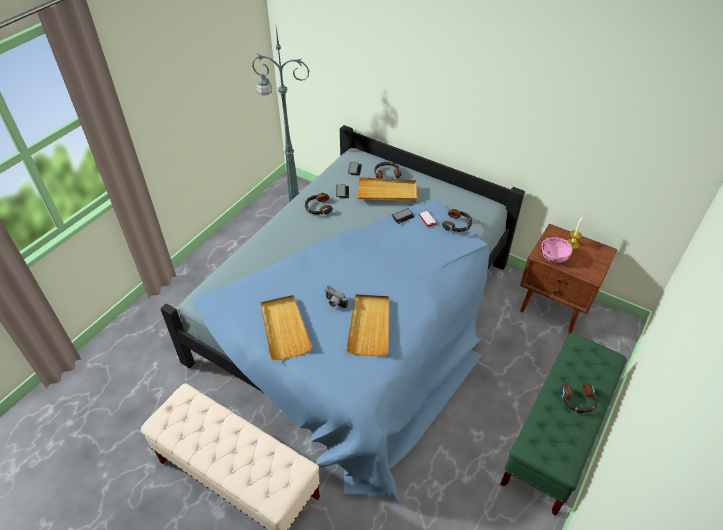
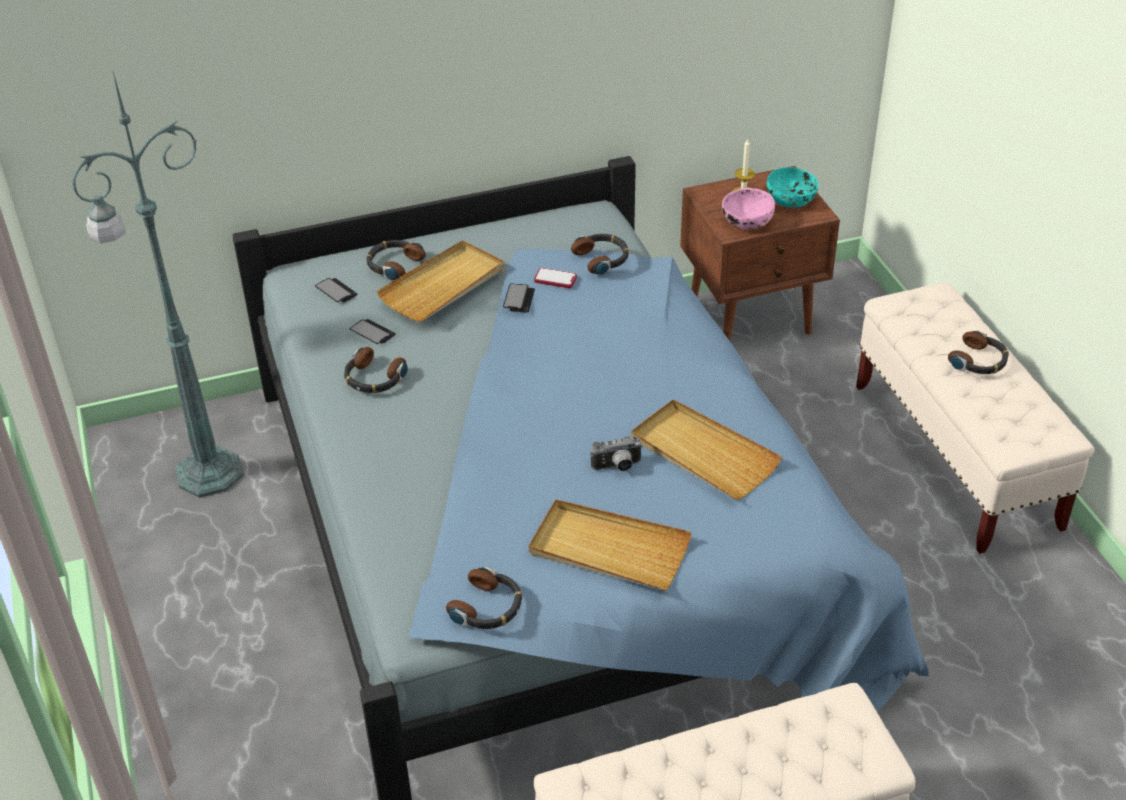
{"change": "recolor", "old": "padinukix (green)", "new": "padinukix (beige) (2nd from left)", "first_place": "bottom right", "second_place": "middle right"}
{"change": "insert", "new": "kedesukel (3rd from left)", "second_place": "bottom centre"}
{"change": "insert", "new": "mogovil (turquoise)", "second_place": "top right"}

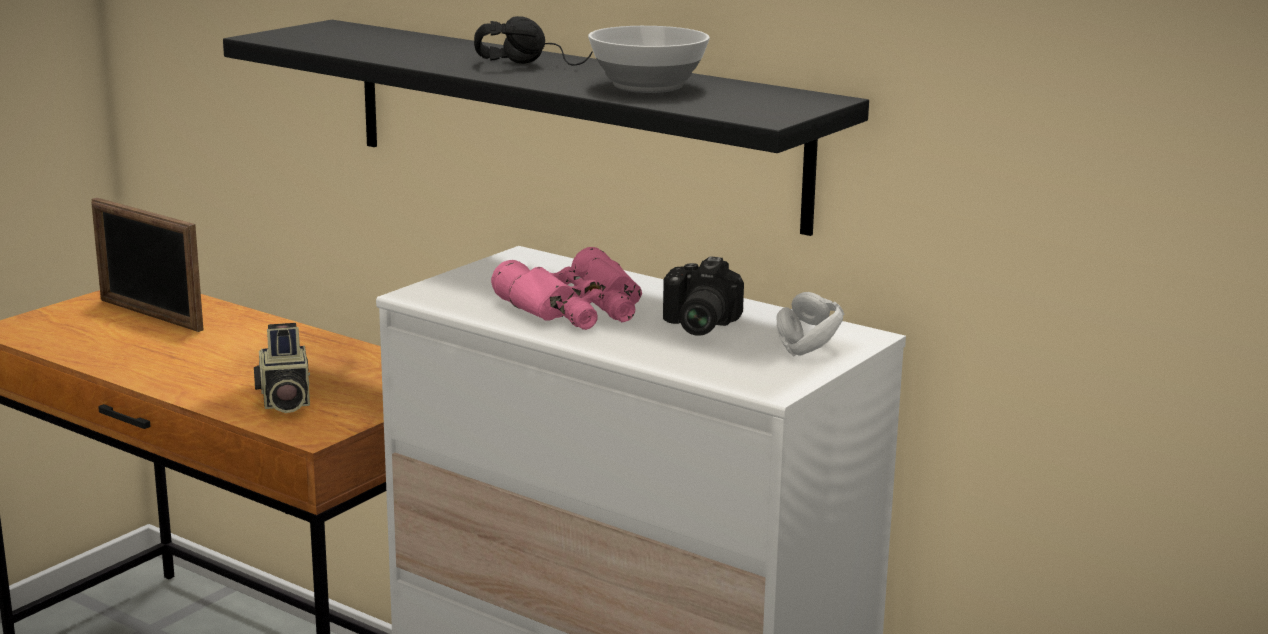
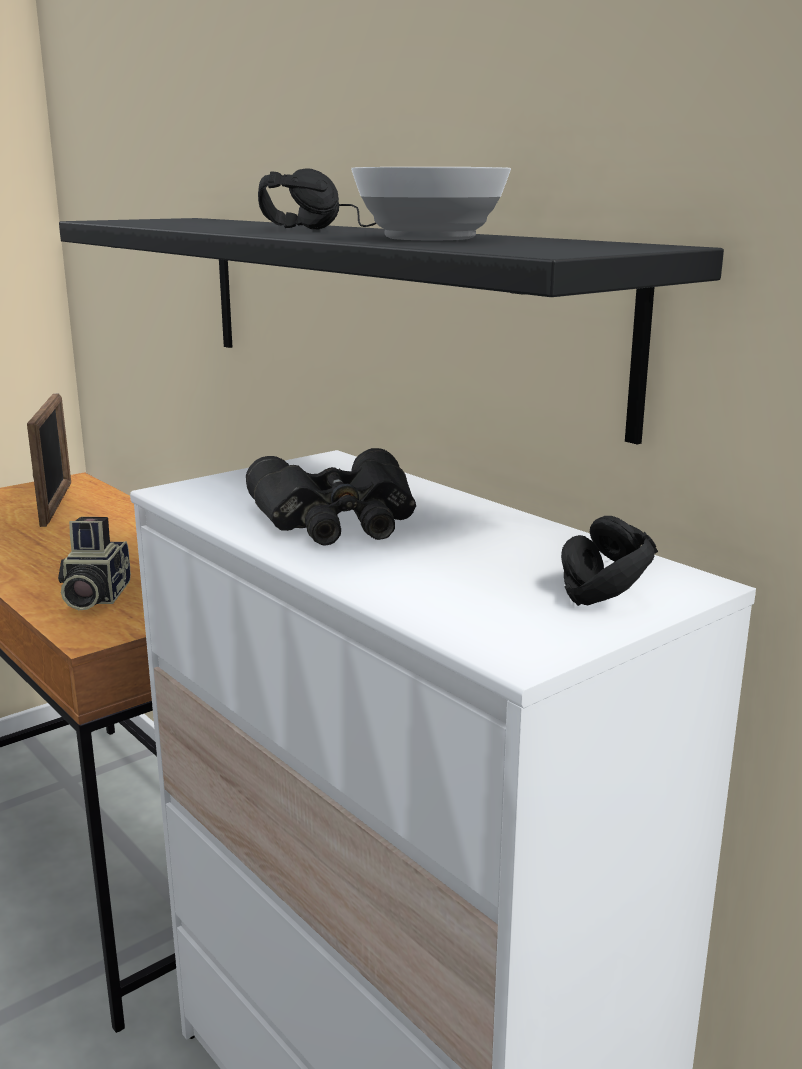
{"change": "rotate", "old": "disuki", "first_place": "middle left", "second_place": "middle left", "degrees": -150}
{"change": "recolor", "old": "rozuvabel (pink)", "new": "rozuvabel (black)", "first_place": "centre", "second_place": "centre"}
{"change": "delete", "old": "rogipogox (2nd from left)", "first_place": "centre"}
{"change": "recolor", "old": "kedesukel (white)", "new": "kedesukel (black) (2nd from left)", "first_place": "centre", "second_place": "middle right"}

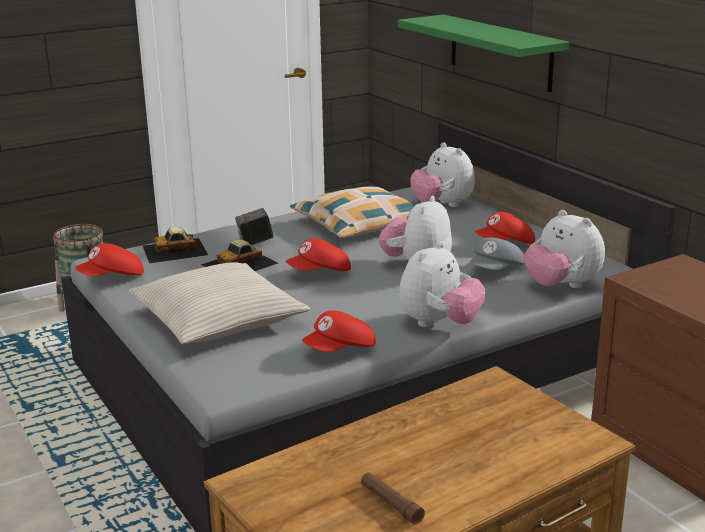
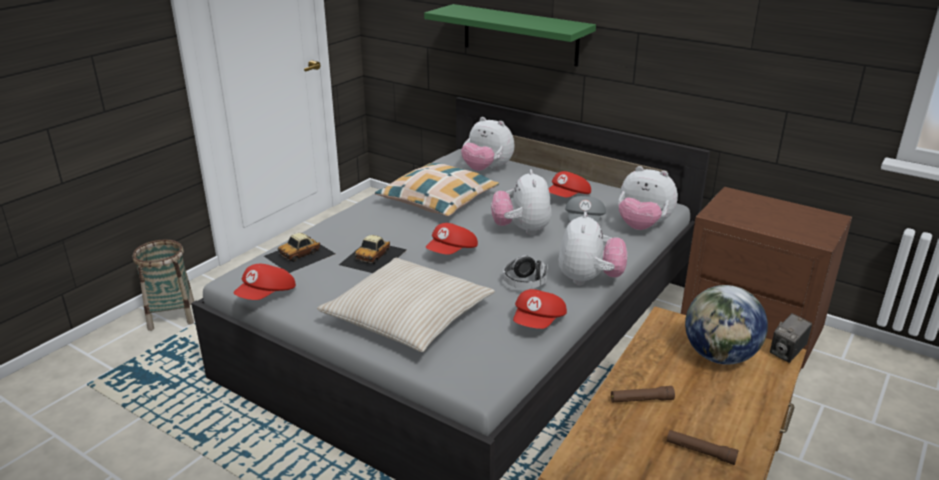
{"change": "move", "old": "rogipogox", "first_place": "centre", "second_place": "bottom right"}
{"change": "insert", "new": "kedesukel", "second_place": "centre"}
{"change": "insert", "new": "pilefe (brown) (1st from left)", "second_place": "bottom right"}
{"change": "insert", "new": "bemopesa", "second_place": "bottom right"}

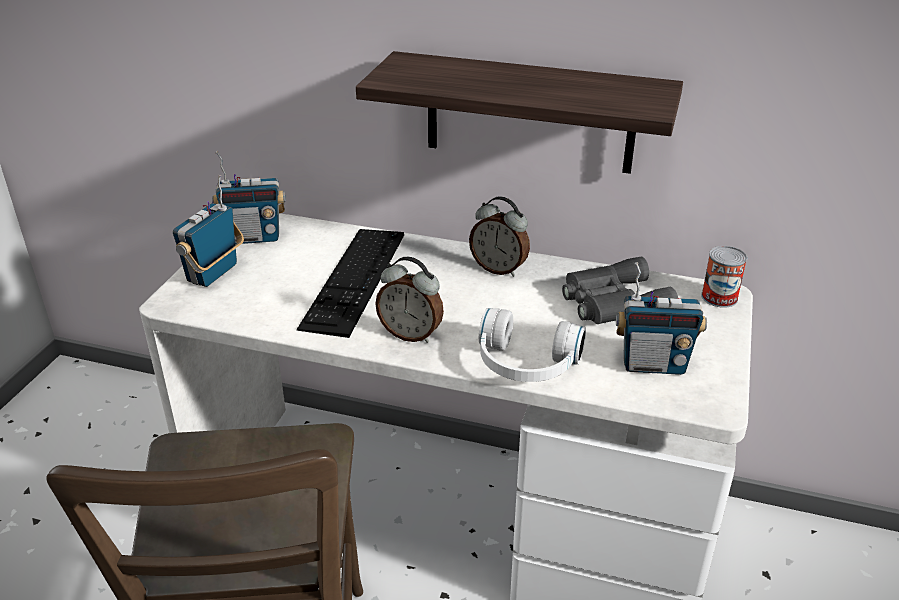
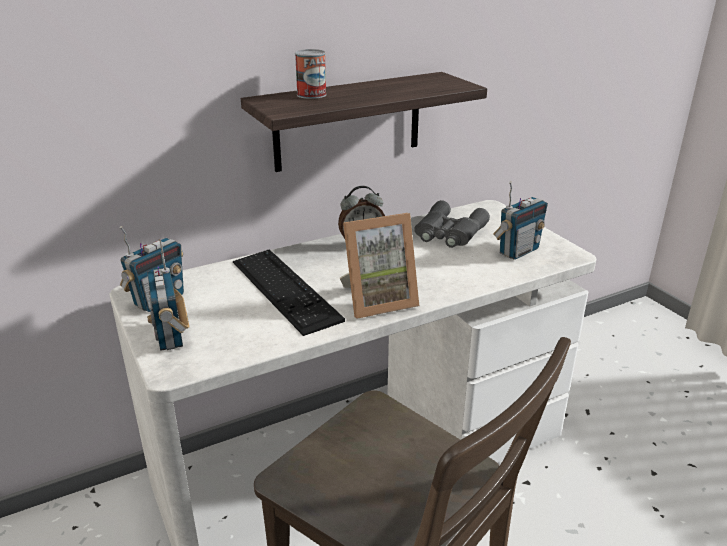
{"change": "replace", "old": "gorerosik (1st from left)", "new": "disuki", "first_place": "centre", "second_place": "centre"}
{"change": "delete", "old": "kedesukel (white)", "first_place": "centre"}
{"change": "move", "old": "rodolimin", "first_place": "middle right", "second_place": "top centre"}

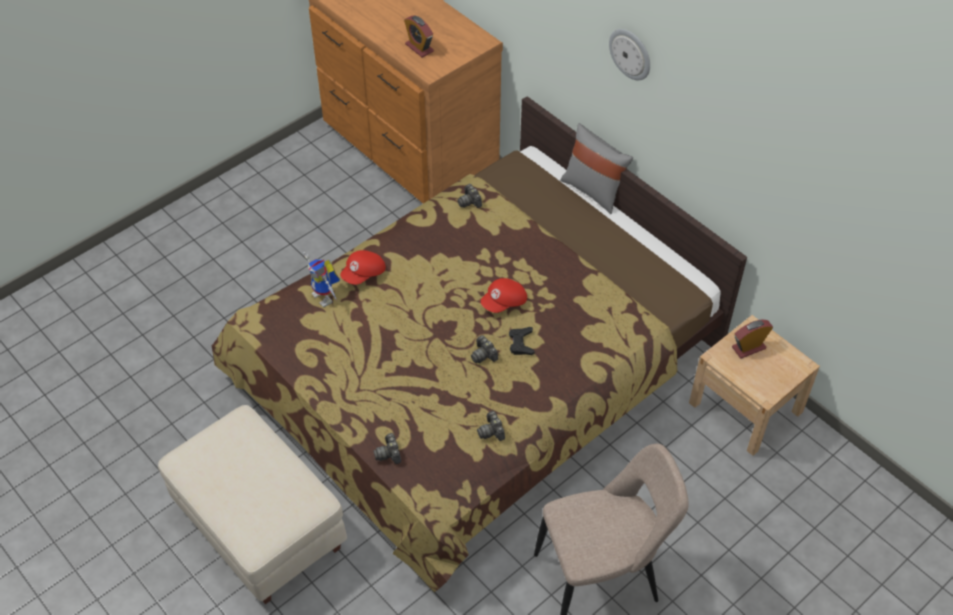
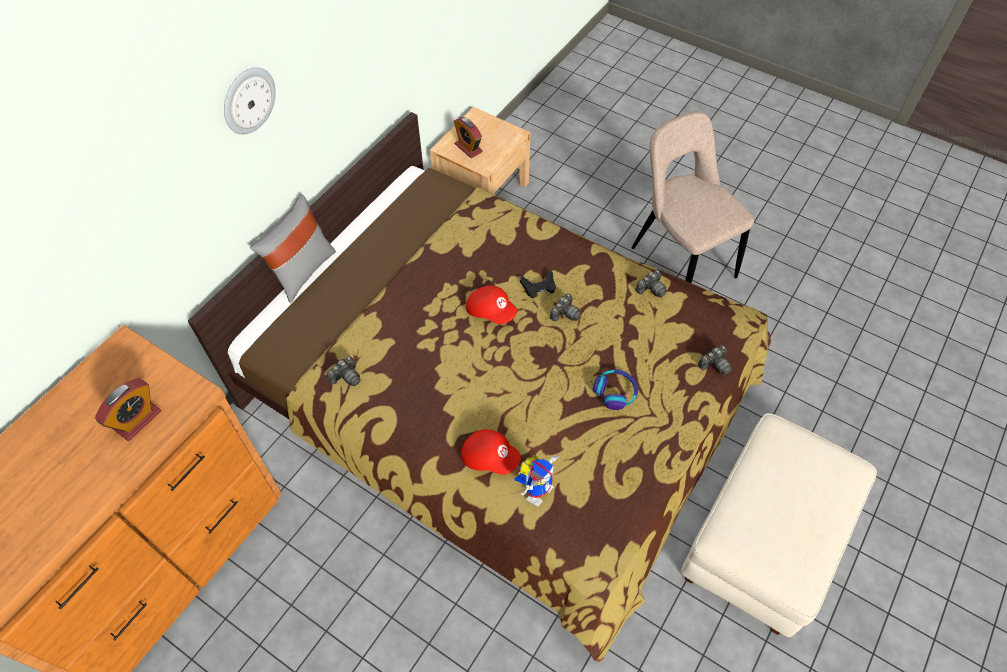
{"change": "insert", "new": "kedesukel", "second_place": "centre"}

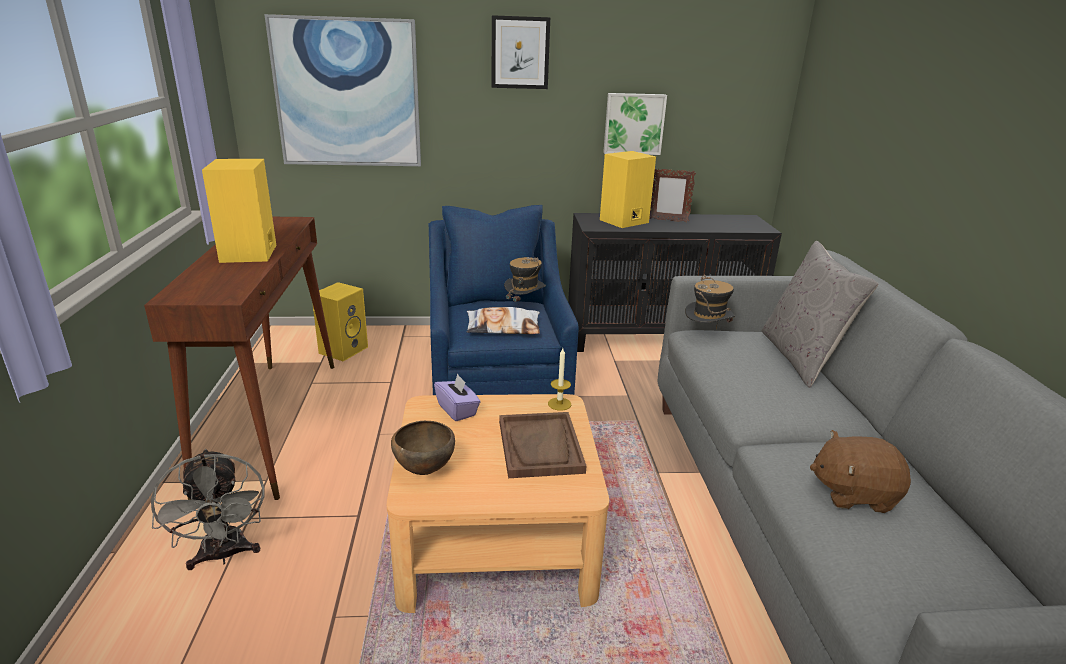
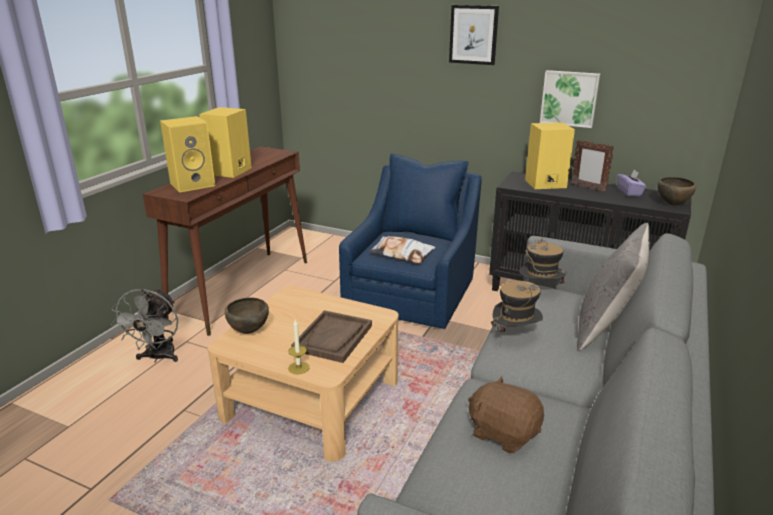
{"change": "delete", "old": "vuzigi (1st from left)", "first_place": "top left"}
{"change": "move", "old": "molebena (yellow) (2nd from left in the first image)", "new": "molebena (yellow) (1st from left)", "first_place": "middle left", "second_place": "top left"}
{"change": "move", "old": "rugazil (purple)", "first_place": "centre", "second_place": "middle right"}
{"change": "move", "old": "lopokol (1st from left)", "first_place": "centre", "second_place": "middle right"}
{"change": "move", "old": "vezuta", "first_place": "centre", "second_place": "bottom centre"}
{"change": "insert", "new": "mogovil (brown) (2nd from left)", "second_place": "middle right"}

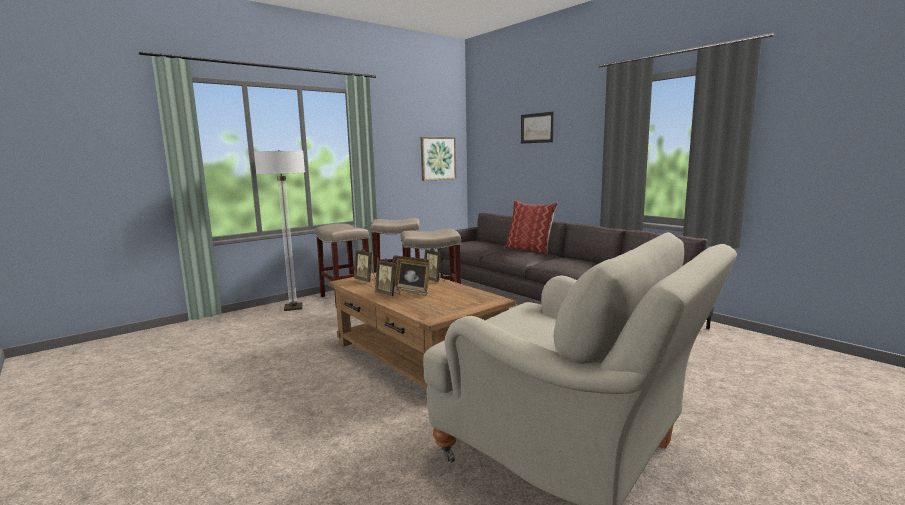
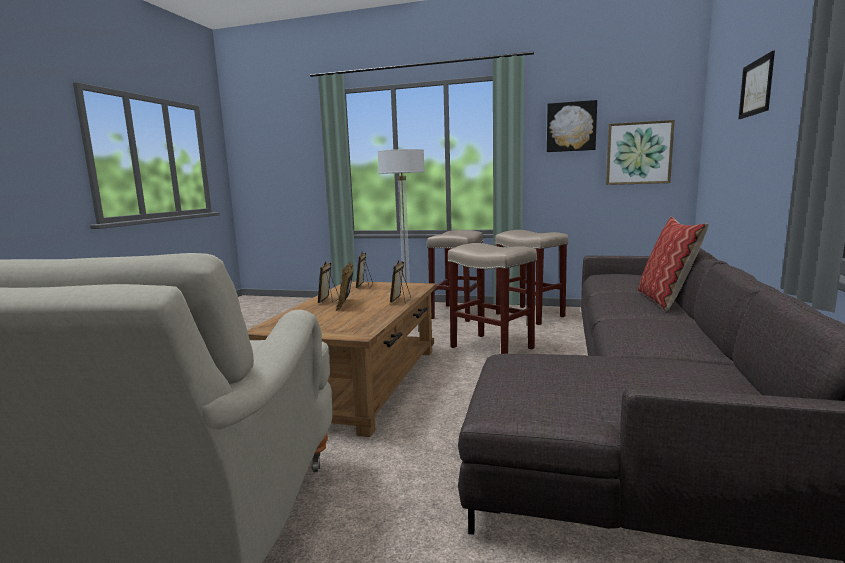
{"change": "insert", "new": "vuzigi (1st from left)", "second_place": "top right"}

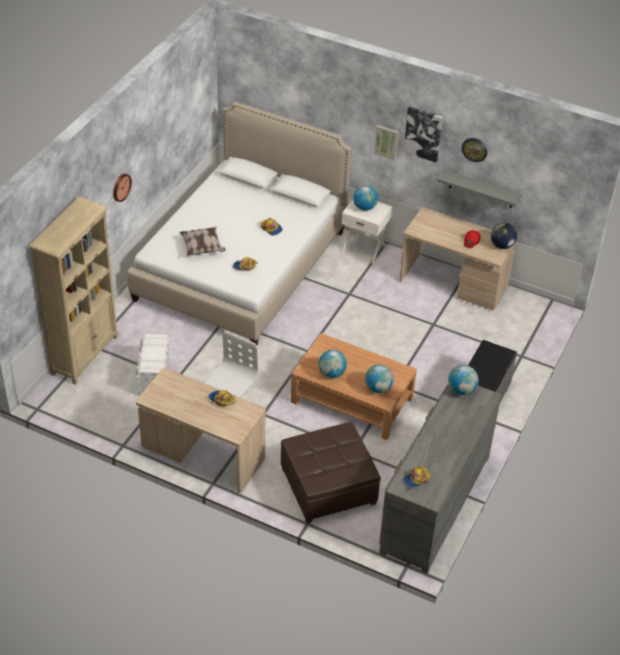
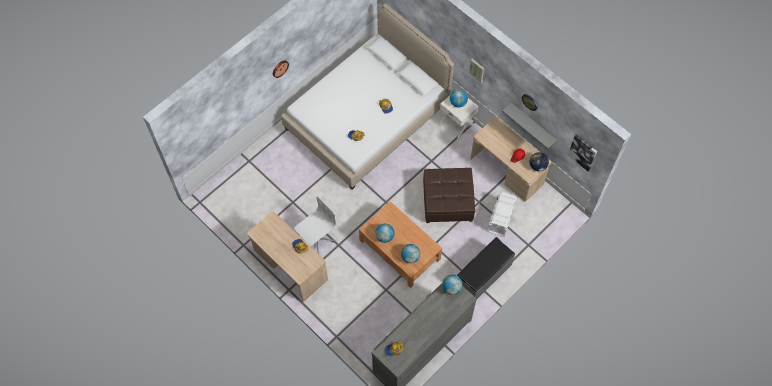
{"change": "delete", "old": "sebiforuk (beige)", "first_place": "middle left"}
{"change": "move", "old": "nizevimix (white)", "first_place": "middle left", "second_place": "centre"}
{"change": "delete", "old": "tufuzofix", "first_place": "middle left"}
{"change": "move", "old": "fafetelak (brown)", "first_place": "bottom centre", "second_place": "centre"}
{"change": "move", "old": "vuzigi (2nd from left)", "first_place": "top right", "second_place": "middle right"}

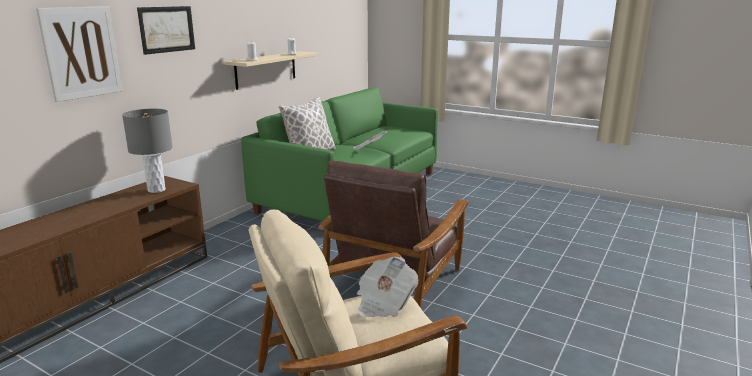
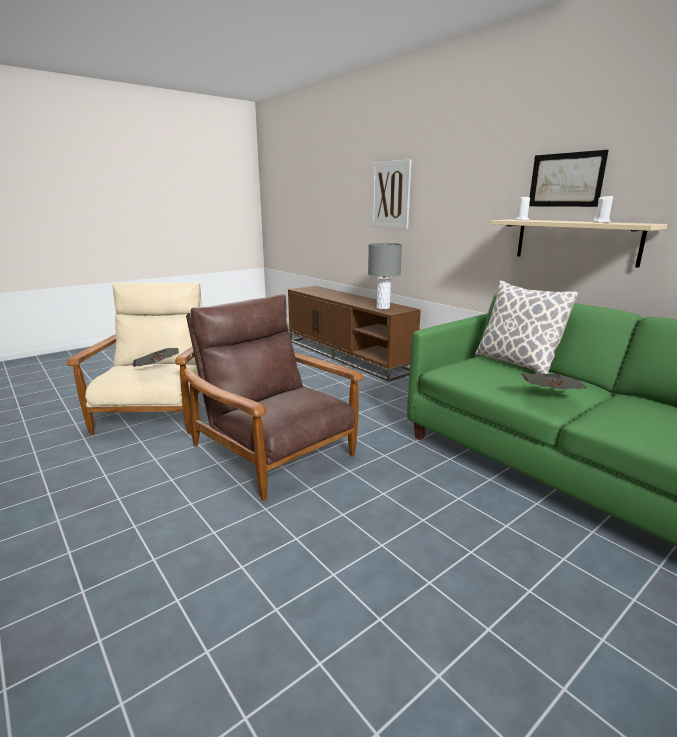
{"change": "move", "old": "vuzigi (2nd from left)", "first_place": "top left", "second_place": "top right"}

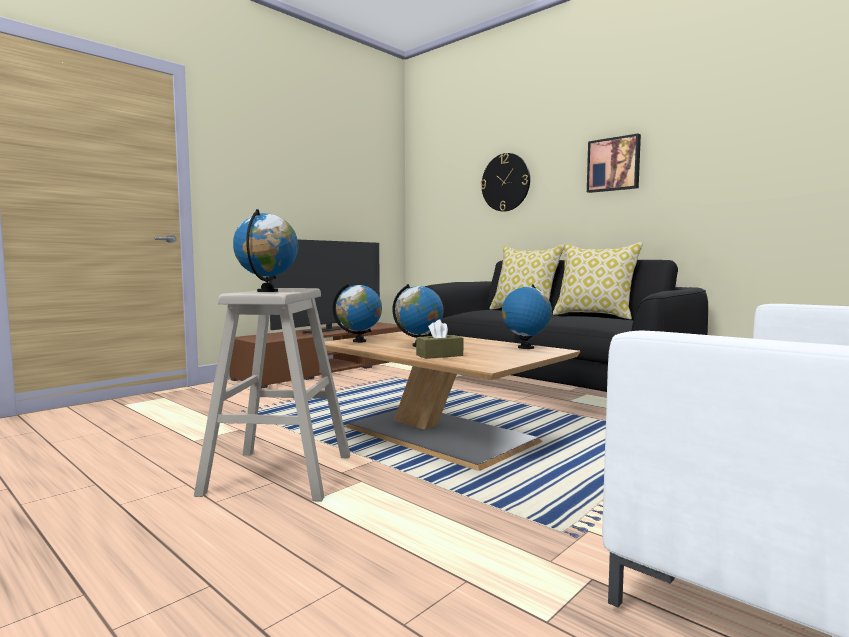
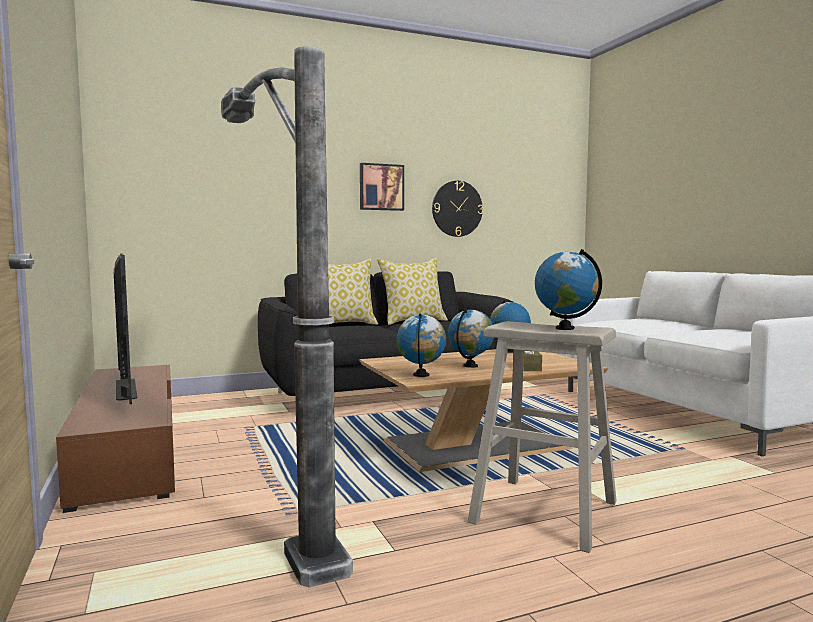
{"change": "move", "old": "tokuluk", "first_place": "top centre", "second_place": "centre"}
{"change": "insert", "new": "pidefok", "second_place": "centre"}

